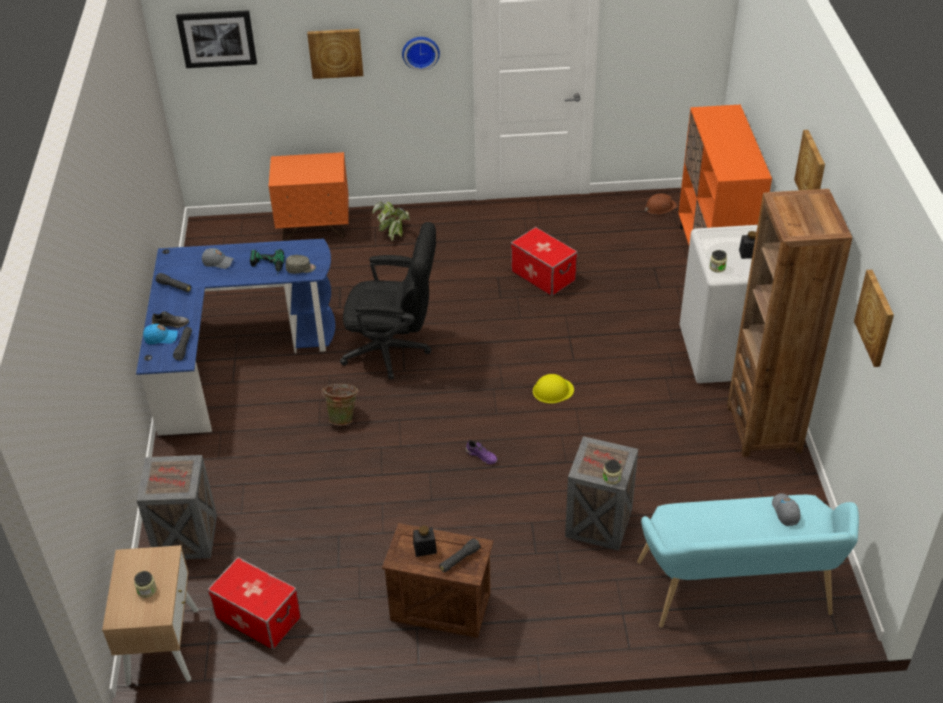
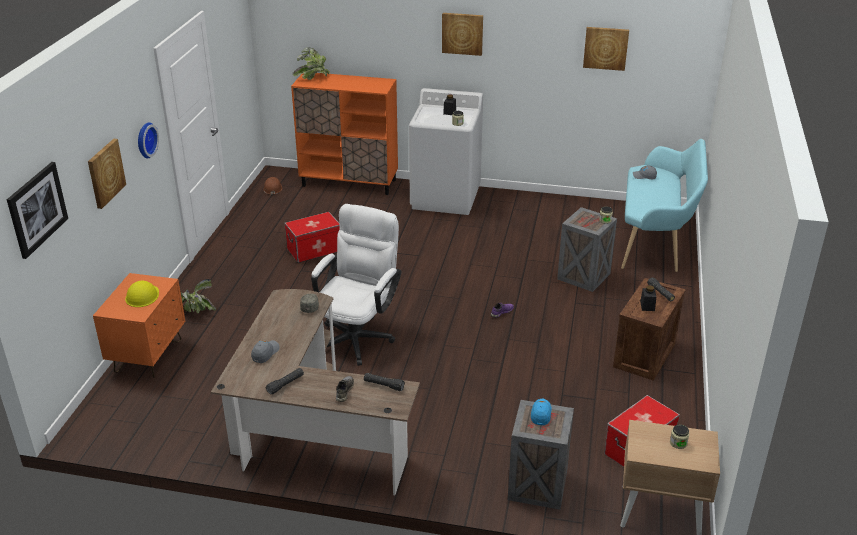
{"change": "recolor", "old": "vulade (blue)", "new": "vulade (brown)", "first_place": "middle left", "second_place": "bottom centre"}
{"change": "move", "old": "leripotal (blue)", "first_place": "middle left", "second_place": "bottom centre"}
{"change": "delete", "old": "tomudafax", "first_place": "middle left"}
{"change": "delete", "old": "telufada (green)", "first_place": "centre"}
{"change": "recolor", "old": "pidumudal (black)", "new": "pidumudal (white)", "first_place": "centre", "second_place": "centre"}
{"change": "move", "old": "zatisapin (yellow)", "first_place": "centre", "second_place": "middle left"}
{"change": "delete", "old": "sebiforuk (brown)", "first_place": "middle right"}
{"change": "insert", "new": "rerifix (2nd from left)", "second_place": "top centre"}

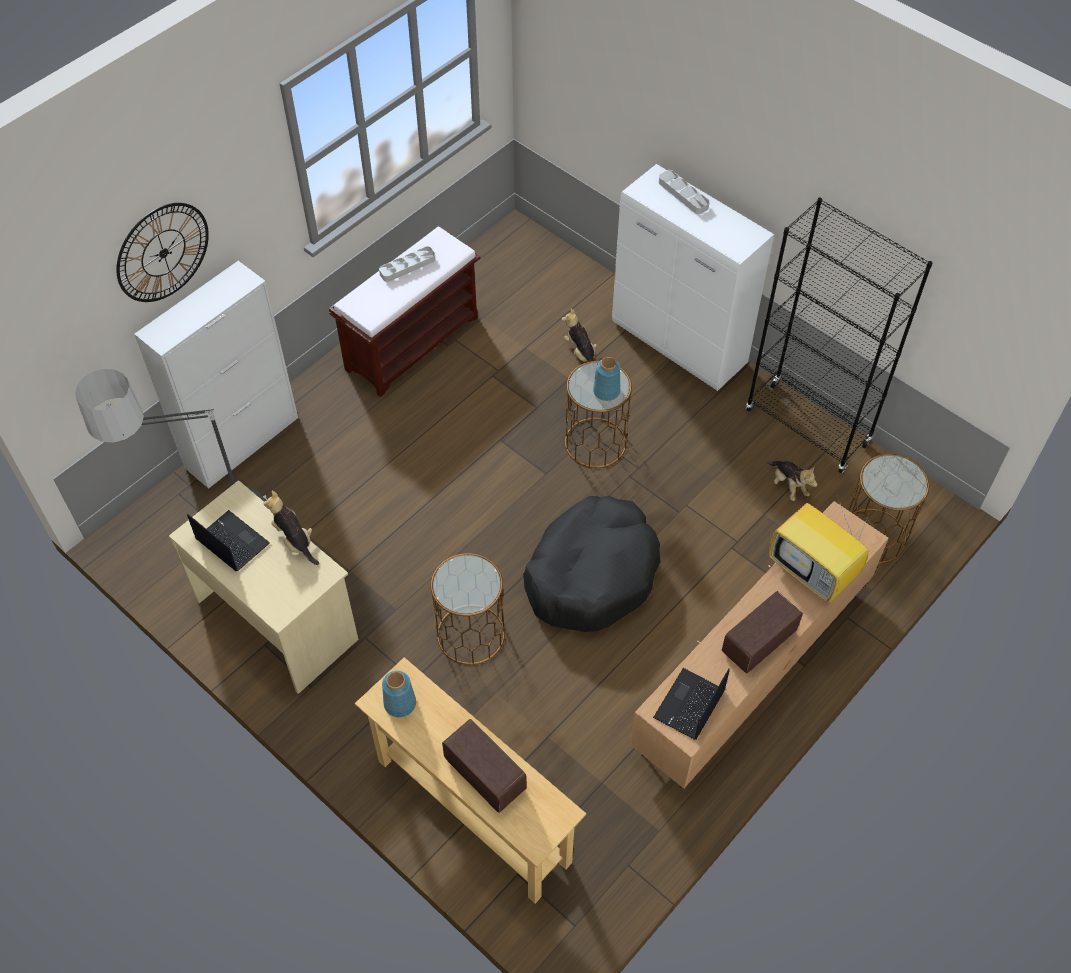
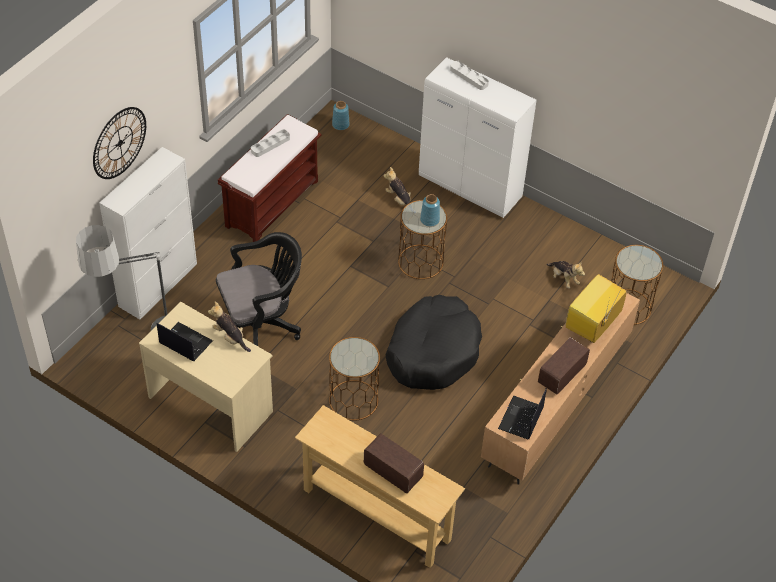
{"change": "move", "old": "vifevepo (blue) (1st from left)", "first_place": "bottom centre", "second_place": "top centre"}
{"change": "delete", "old": "sebiforuk (black)", "first_place": "middle right"}
{"change": "rotate", "old": "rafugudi", "first_place": "middle right", "second_place": "middle right", "degrees": 90}
{"change": "insert", "new": "pidumudal (black)", "second_place": "centre"}

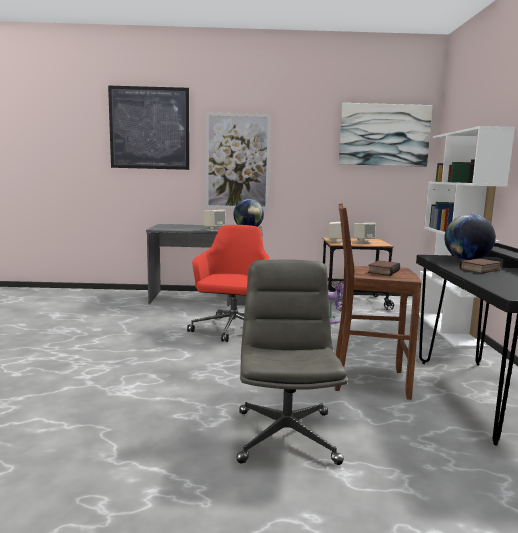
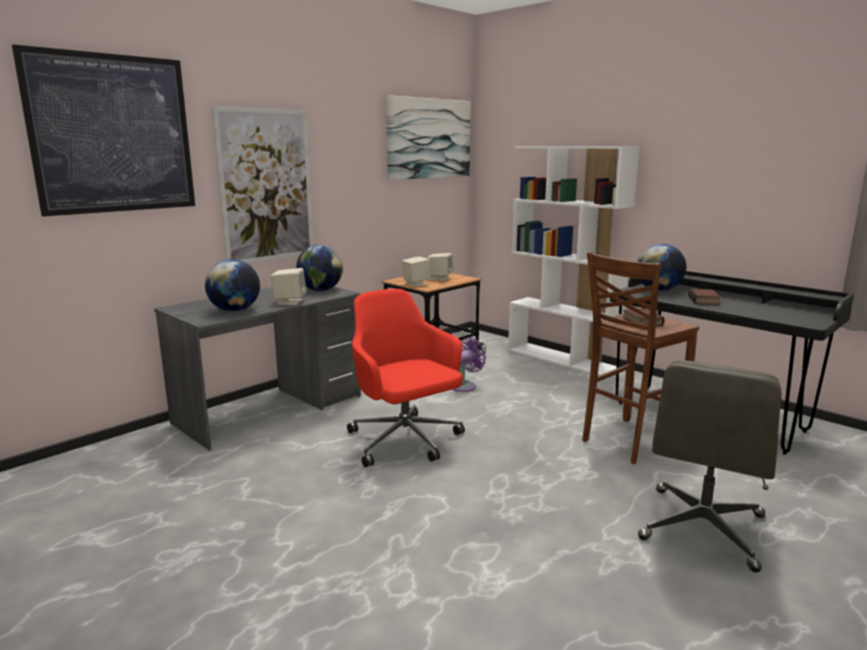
{"change": "rotate", "old": "pidumudal (grey)", "first_place": "bottom centre", "second_place": "bottom right", "degrees": -105}
{"change": "insert", "new": "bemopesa (1st from left)", "second_place": "middle left"}

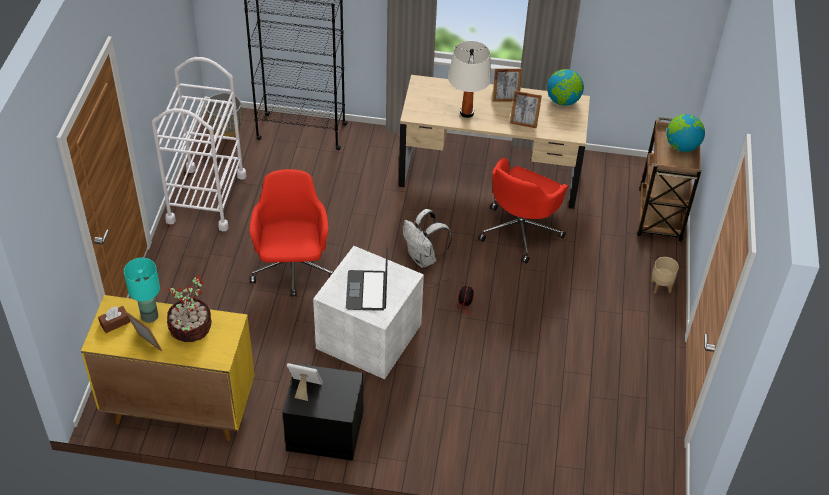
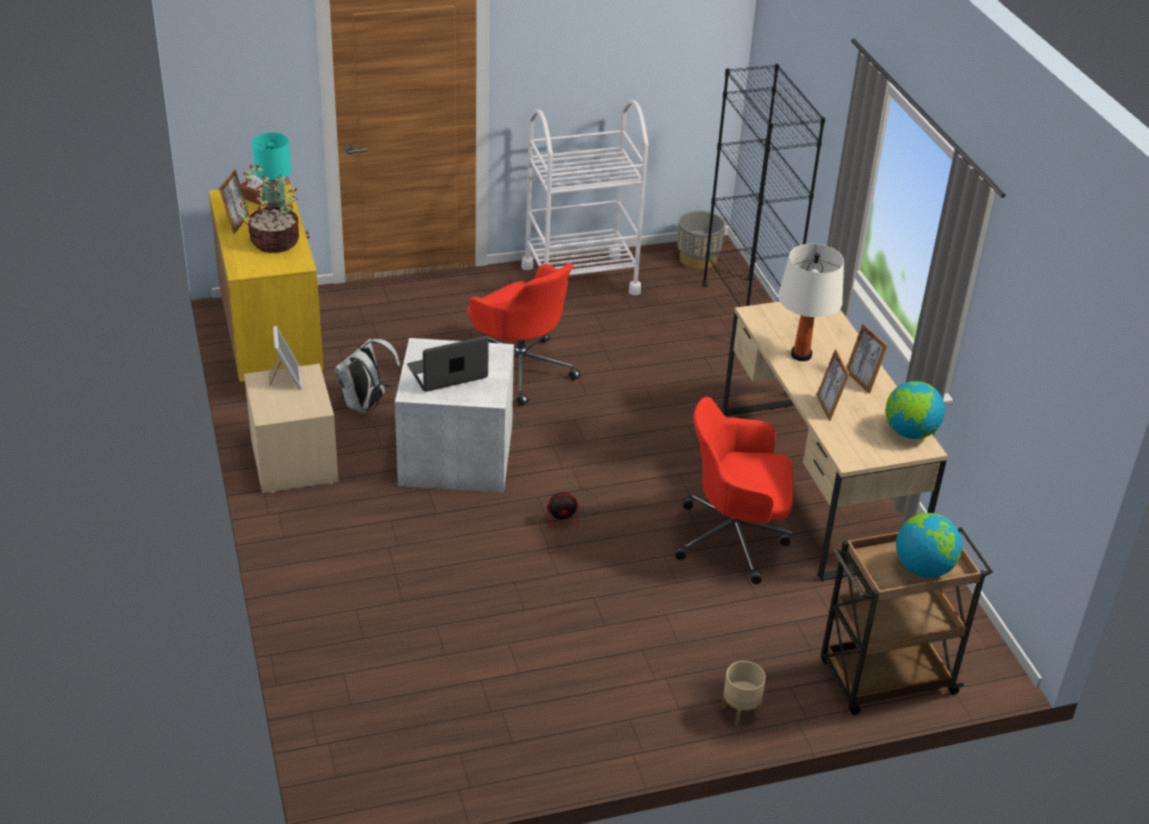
{"change": "rotate", "old": "pidumudal (red) (1st from left)", "first_place": "centre", "second_place": "centre", "degrees": 75}
{"change": "recolor", "old": "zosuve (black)", "new": "zosuve (beige)", "first_place": "bottom centre", "second_place": "middle left"}
{"change": "move", "old": "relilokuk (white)", "first_place": "centre", "second_place": "middle left"}

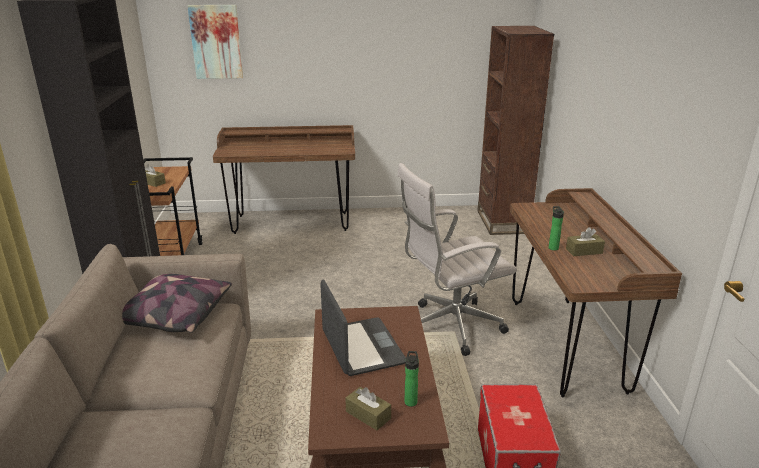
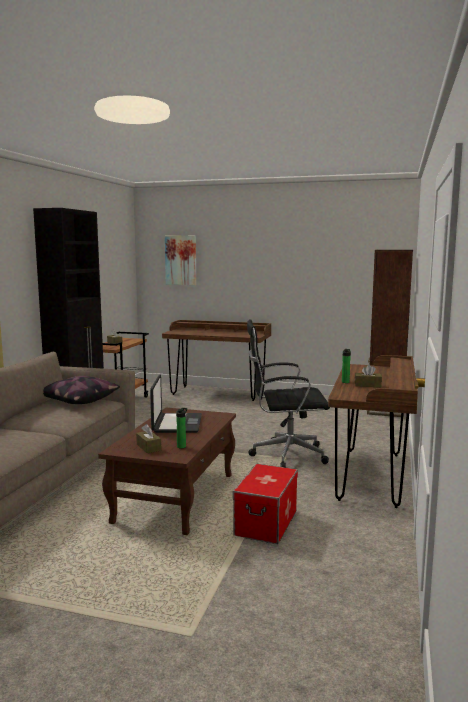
{"change": "recolor", "old": "pidumudal (white)", "new": "pidumudal (black)", "first_place": "centre", "second_place": "centre"}

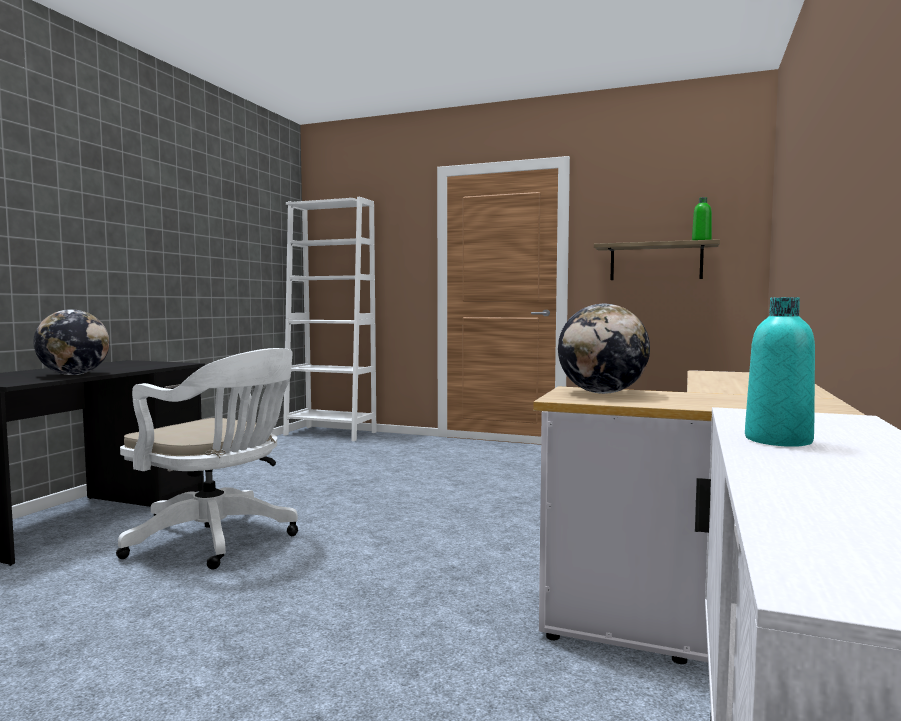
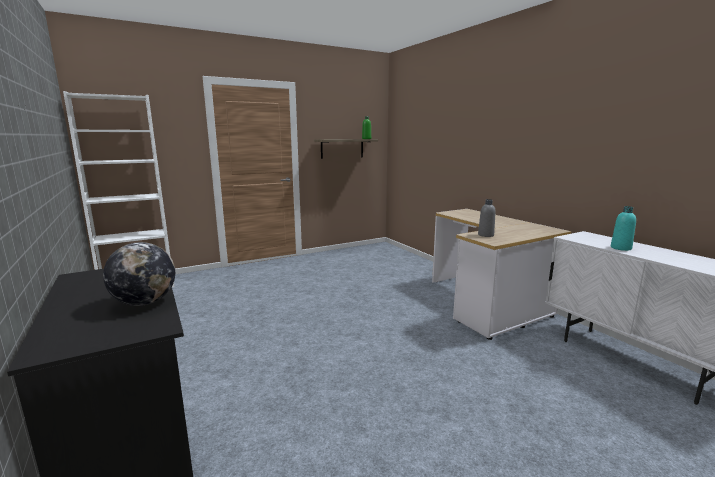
{"change": "delete", "old": "pidumudal (white)", "first_place": "middle left"}
{"change": "replace", "old": "bemopesa (2nd from left)", "new": "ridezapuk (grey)", "first_place": "middle right", "second_place": "middle right"}

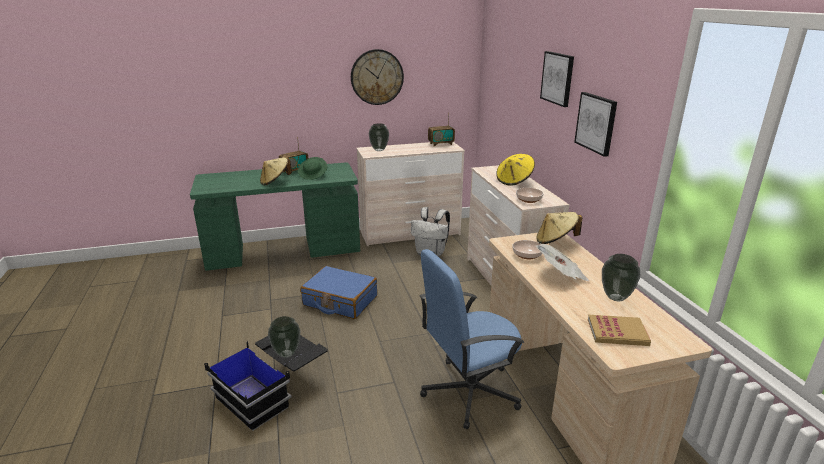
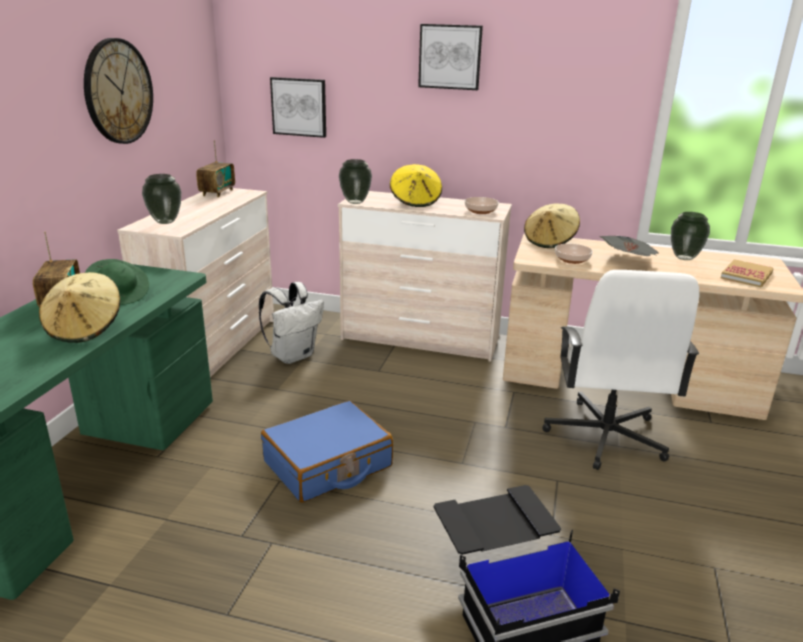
{"change": "move", "old": "vifevepo (1st from left in the first image)", "new": "vifevepo (2nd from left)", "first_place": "bottom centre", "second_place": "top centre"}
{"change": "recolor", "old": "pidumudal (blue)", "new": "pidumudal (white)", "first_place": "bottom centre", "second_place": "middle right"}
{"change": "move", "old": "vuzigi (2nd from left in the first image)", "new": "vuzigi (1st from left)", "first_place": "top right", "second_place": "top centre"}

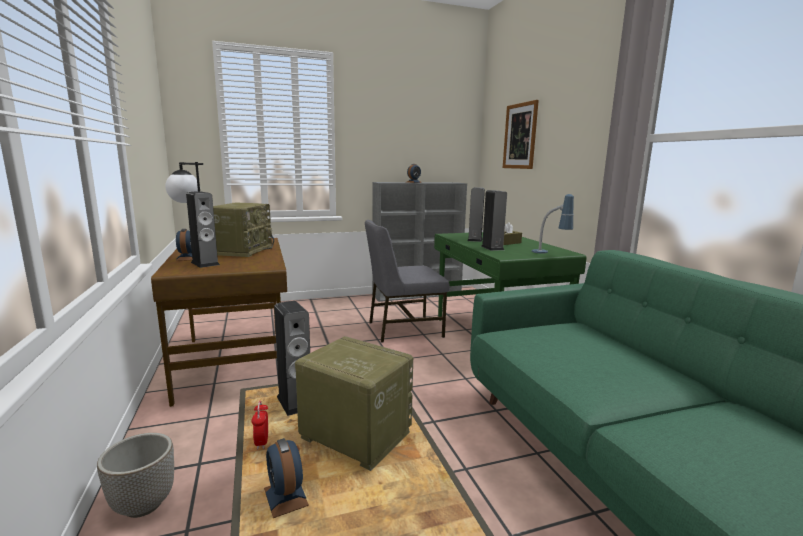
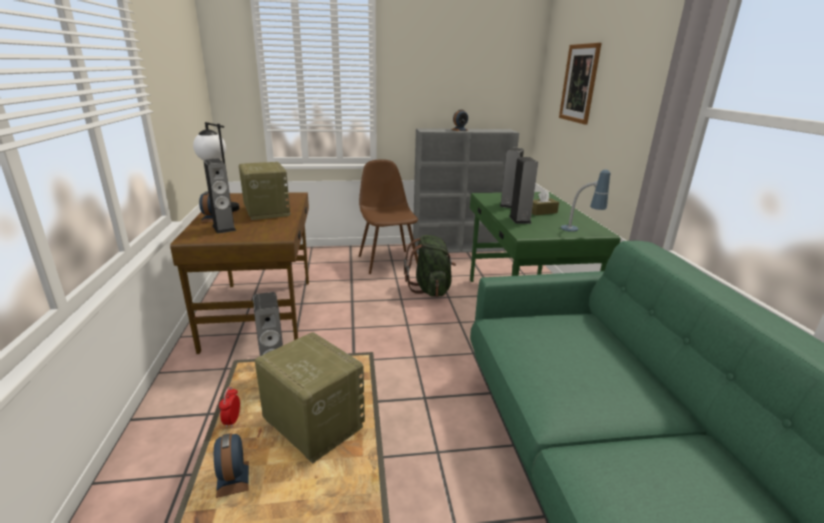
{"change": "delete", "old": "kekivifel", "first_place": "bottom left"}
{"change": "rotate", "old": "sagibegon (1st from left)", "first_place": "middle left", "second_place": "middle left", "degrees": -45}
{"change": "replace", "old": "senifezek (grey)", "new": "relilokuk (green)", "first_place": "centre", "second_place": "centre"}
{"change": "insert", "new": "senifezek (brown)", "second_place": "centre"}

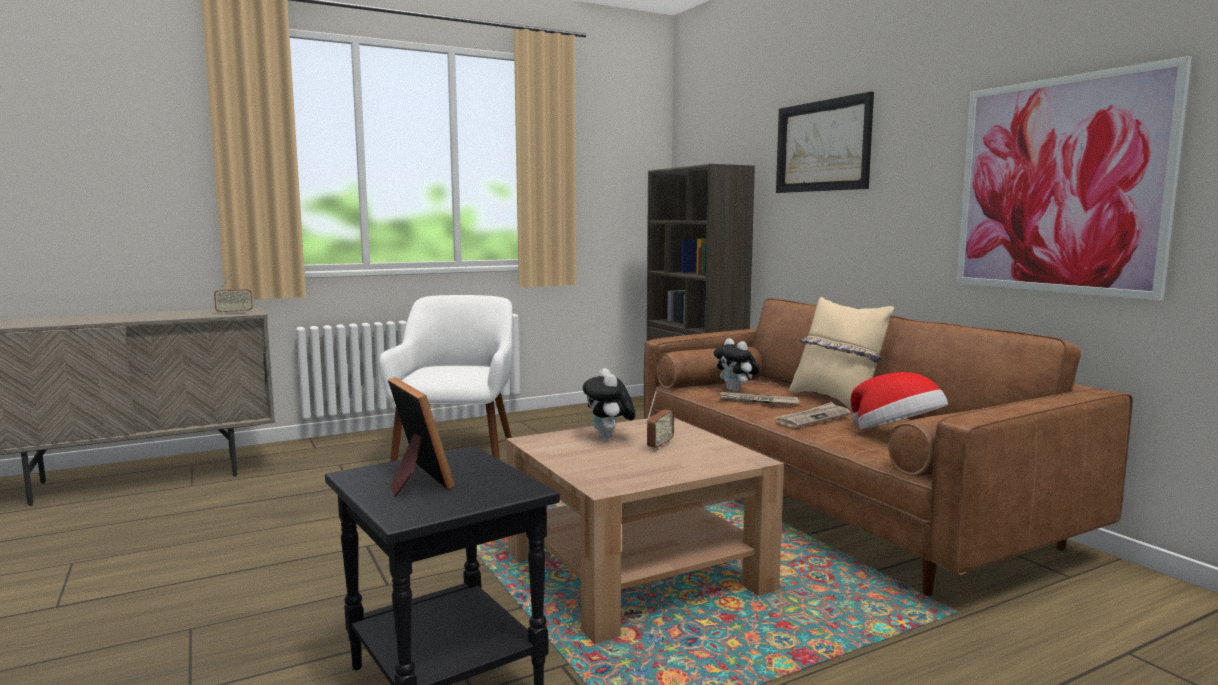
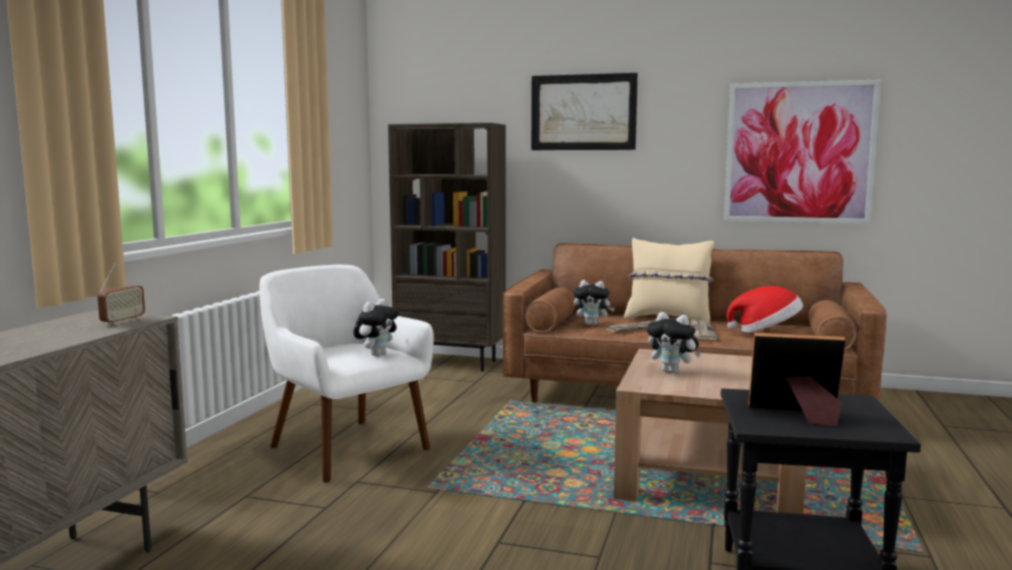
{"change": "delete", "old": "sagibegon (2nd from left)", "first_place": "centre"}
{"change": "insert", "new": "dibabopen (1st from left)", "second_place": "centre"}

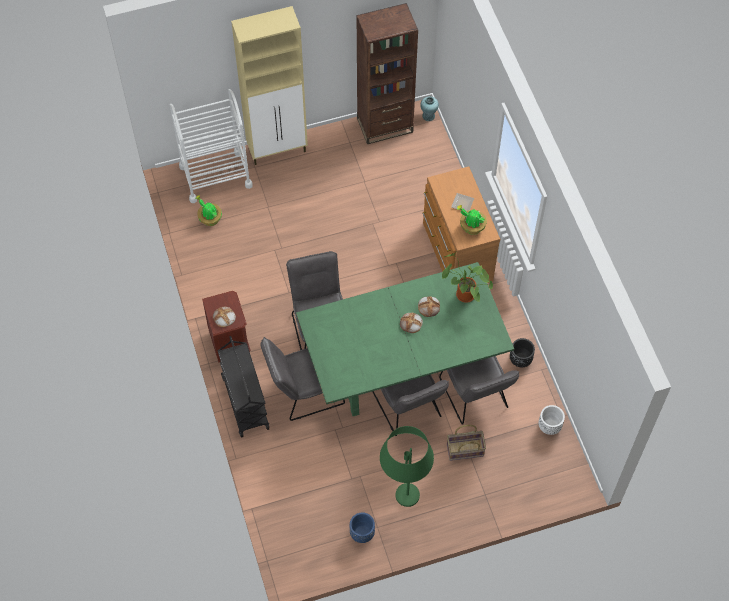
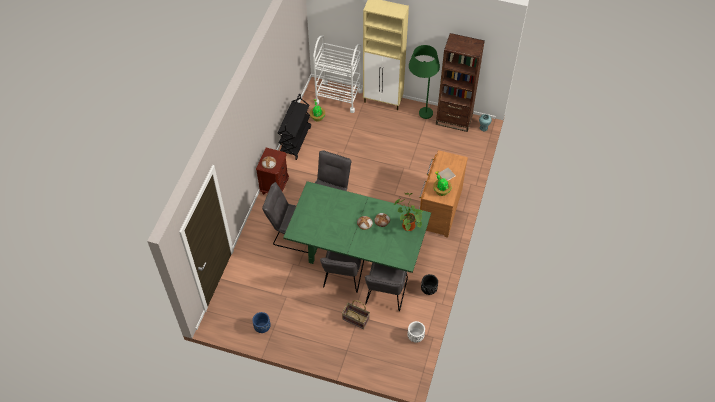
{"change": "move", "old": "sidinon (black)", "first_place": "centre", "second_place": "top centre"}
{"change": "move", "old": "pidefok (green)", "first_place": "bottom centre", "second_place": "top centre"}

